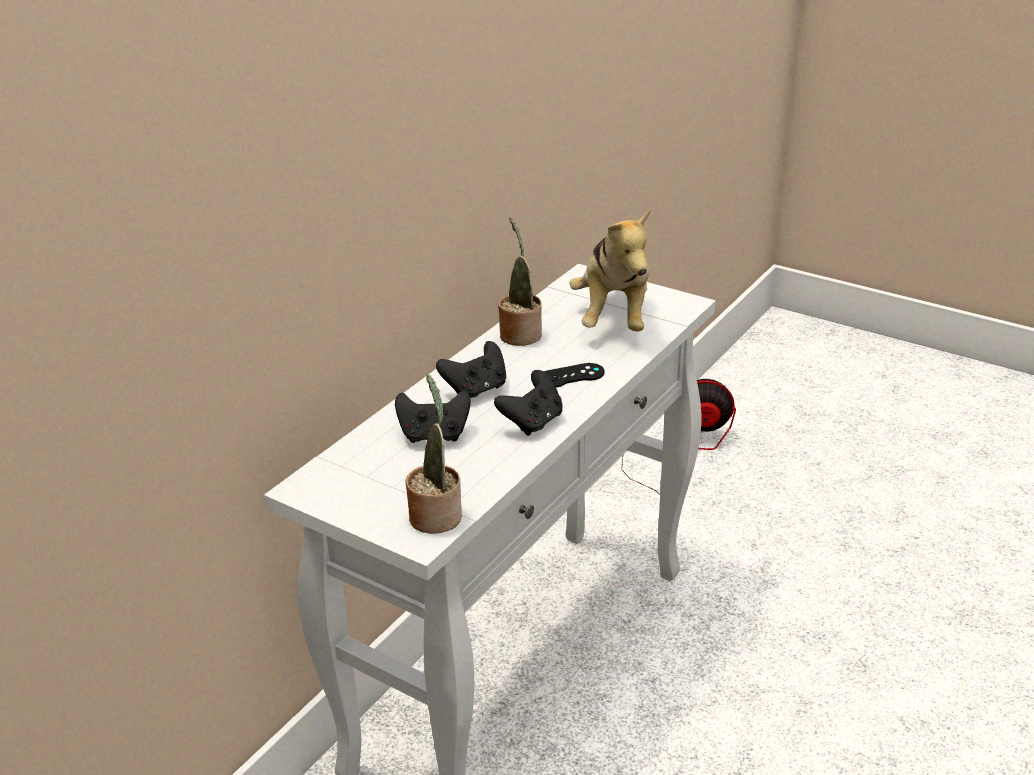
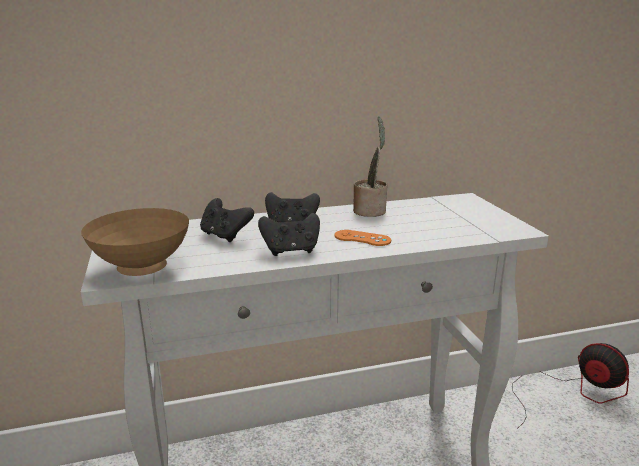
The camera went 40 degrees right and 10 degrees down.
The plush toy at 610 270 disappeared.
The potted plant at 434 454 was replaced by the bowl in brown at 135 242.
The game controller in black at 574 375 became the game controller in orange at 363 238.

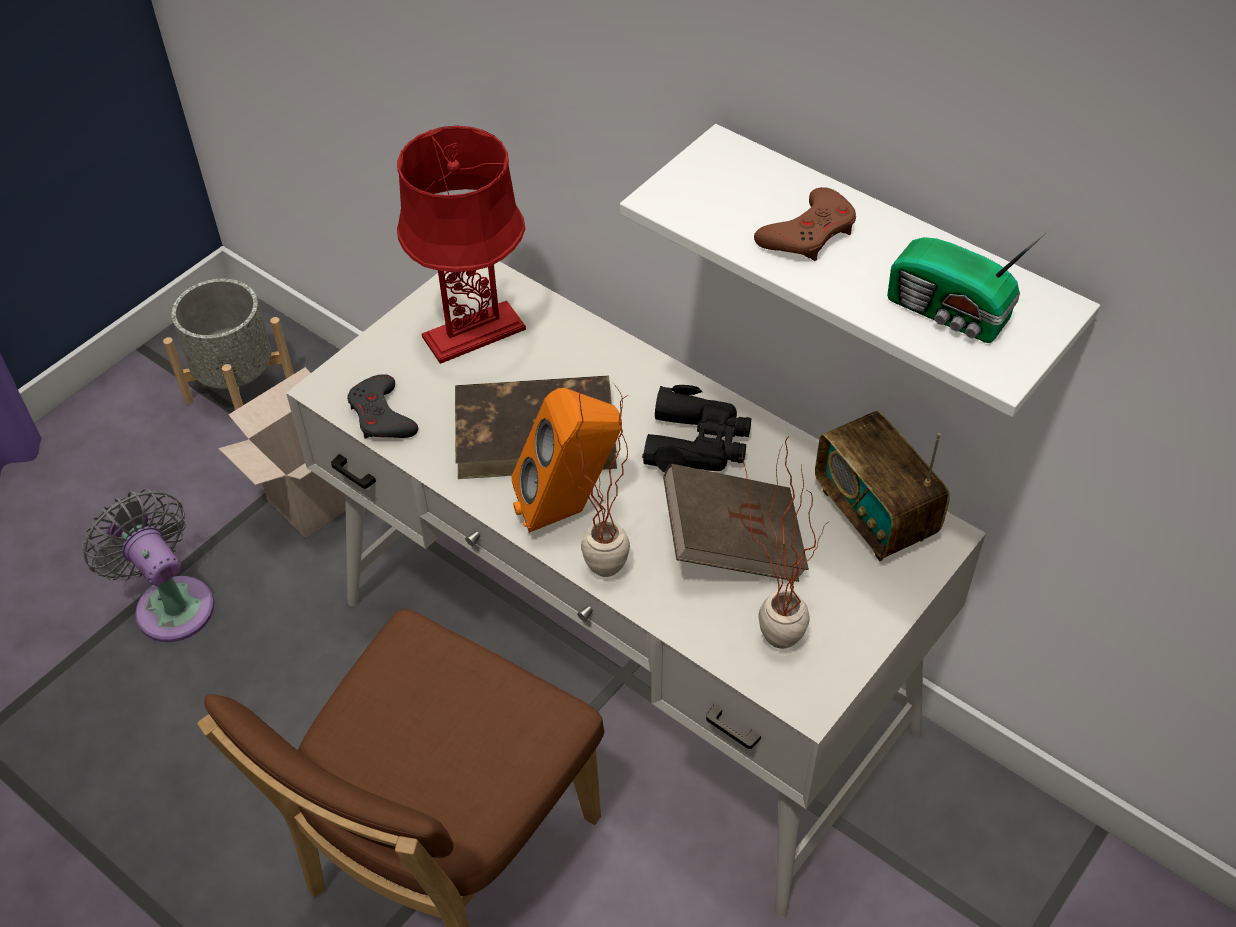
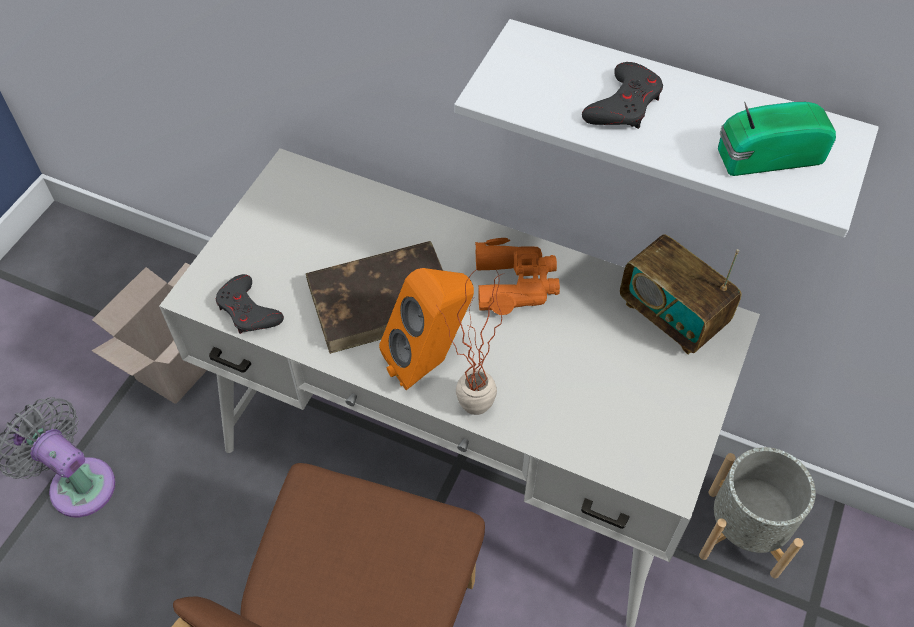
The camera went 15 degrees left and 5 degrees up.
The table lamp in red at 461 245 disappeared.
The book in brown at 736 523 disappeared.
The potted plant at 786 542 disappeared.
The planter in grey moved from 228 344 to 757 513.
The binoculars in black at 696 429 became the binoculars in orange at 517 276.
The game controller in brown at 805 224 became the game controller in grey at 622 95.
The radio at 966 287 turned 150 degrees clockwise.

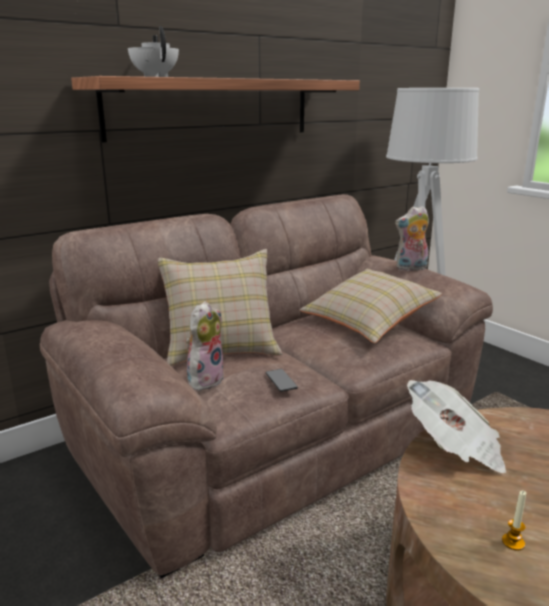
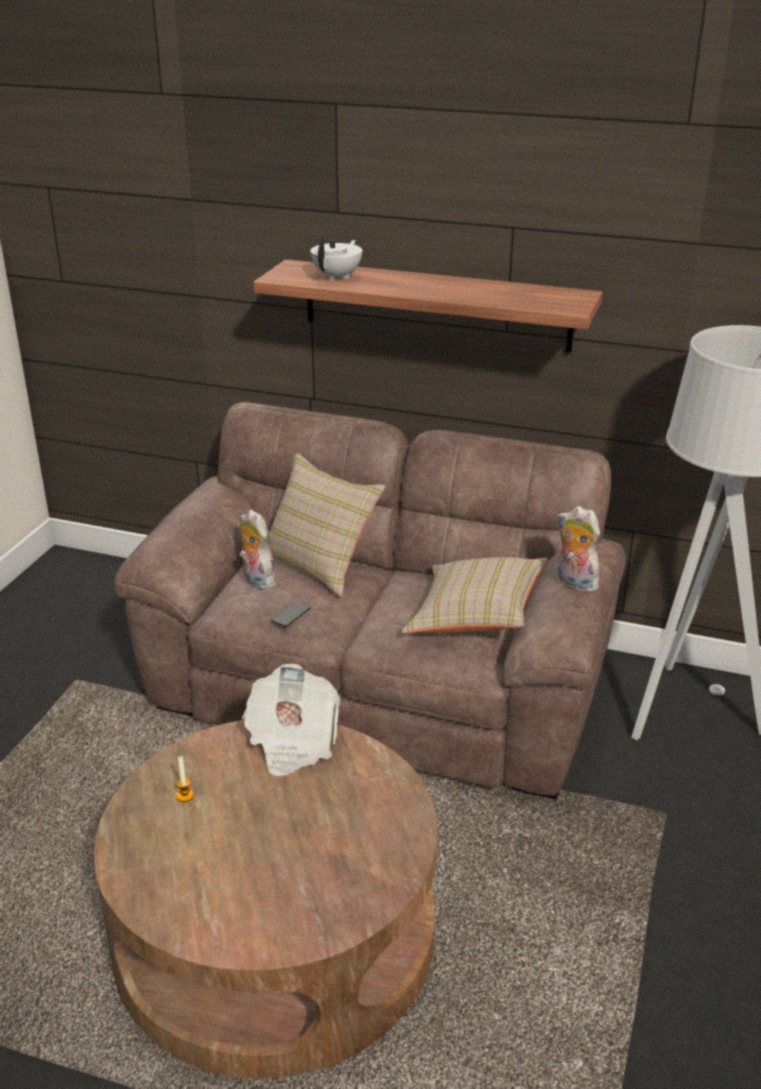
The camera went 55 degrees right and 10 degrees up.
The plush toy at 205 346 turned 120 degrees counterclockwise.

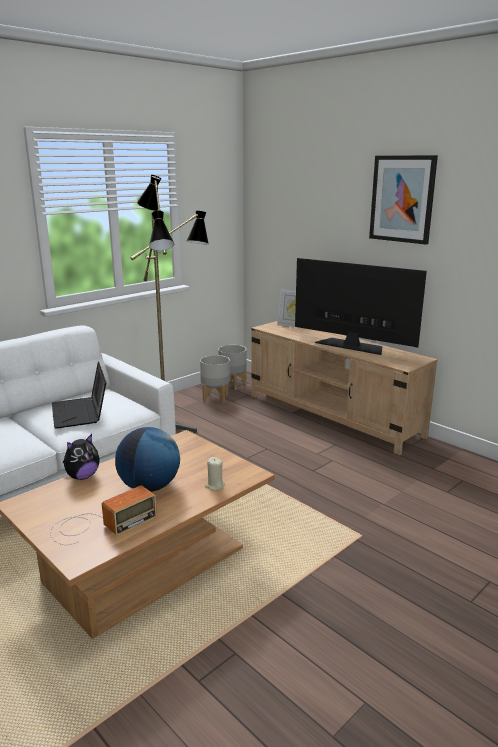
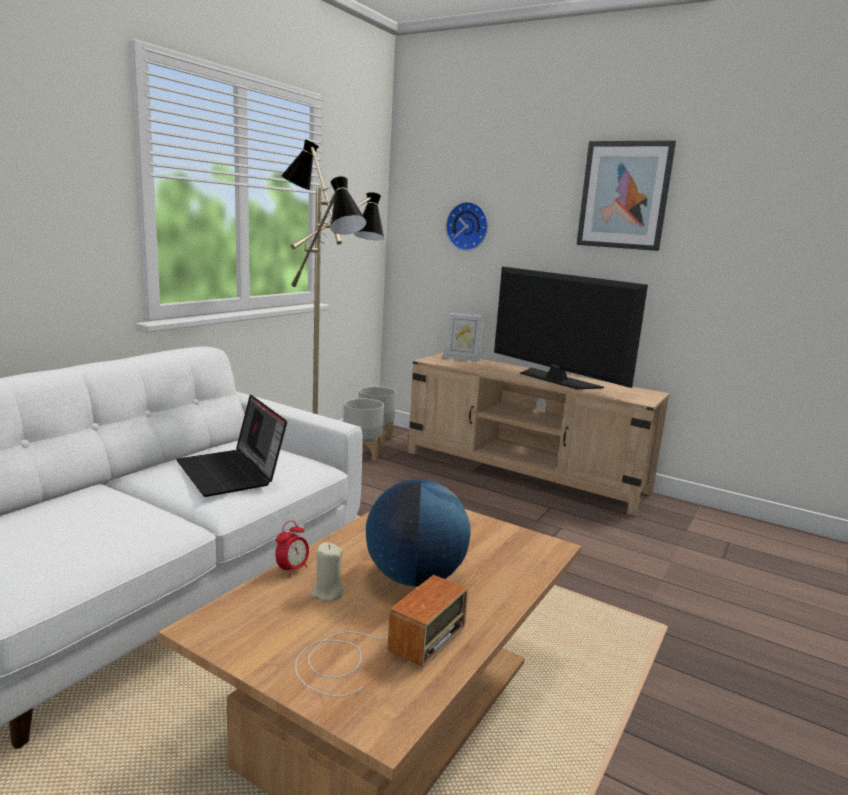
The camera went 15 degrees left and 5 degrees down.
The wall clock at 467 226 appeared.
The candle in beige moved from 215 473 to 327 571.
The plush toy at 81 457 was replaced by the alarm clock at 292 548.
The television at 361 306 turned 150 degrees counterclockwise.

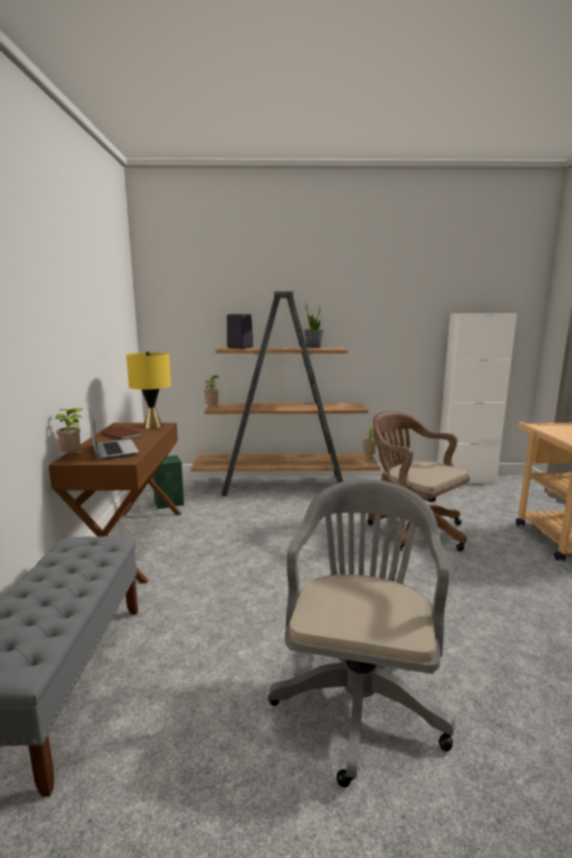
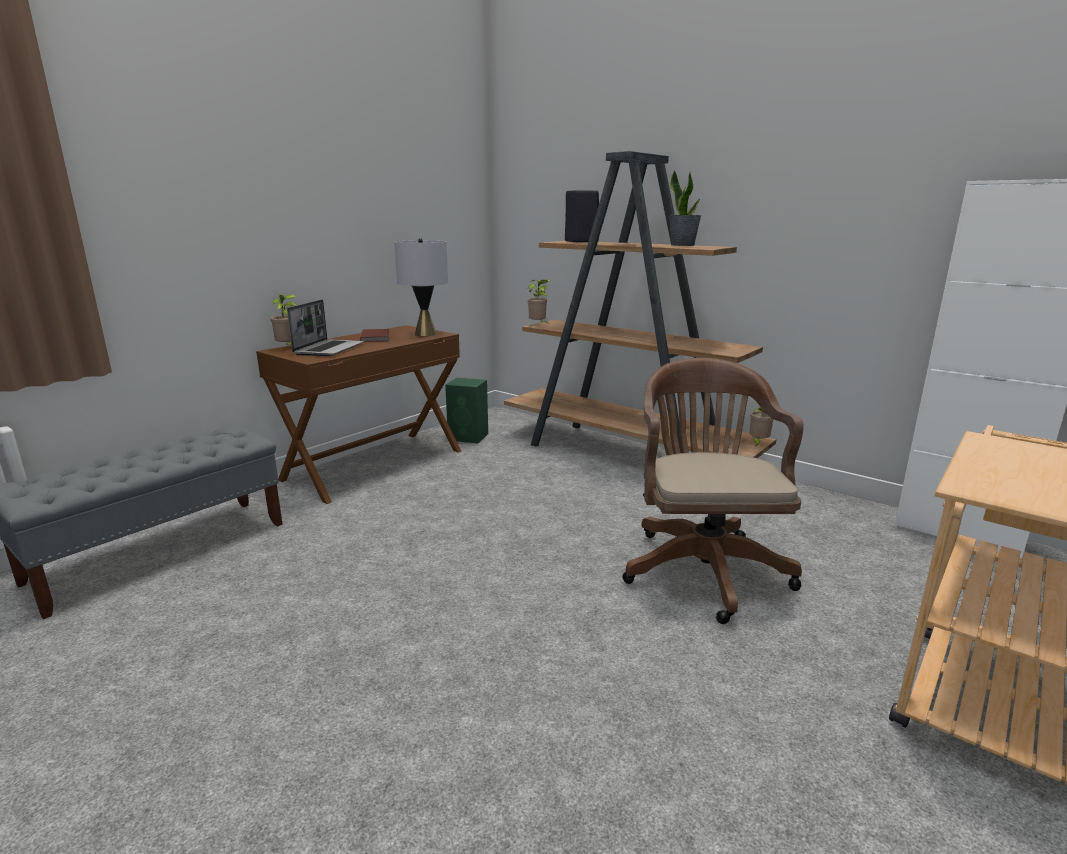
The camera went 40 degrees right and 5 degrees up.
The office chair in grey at 361 633 disappeared.
The table lamp in yellow at 148 390 became the table lamp in grey at 421 287.

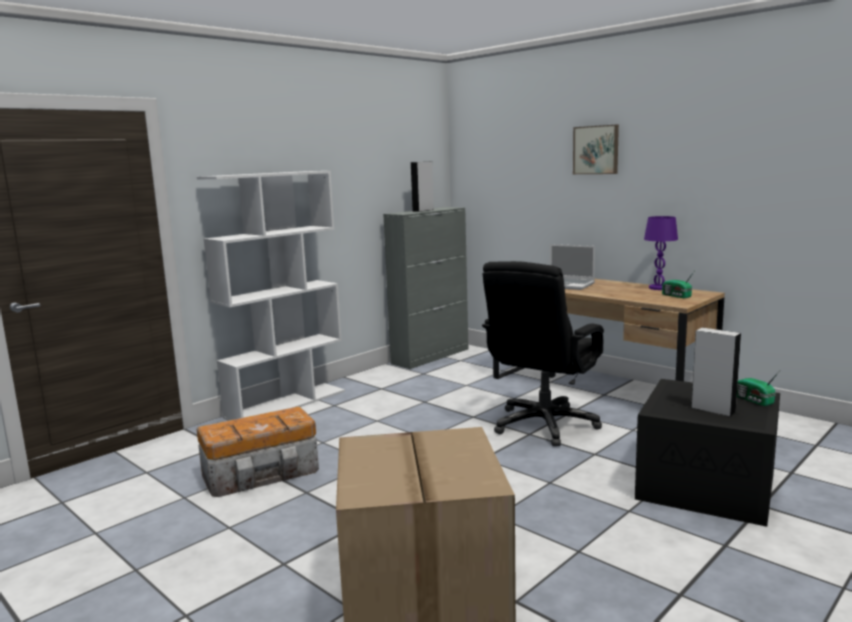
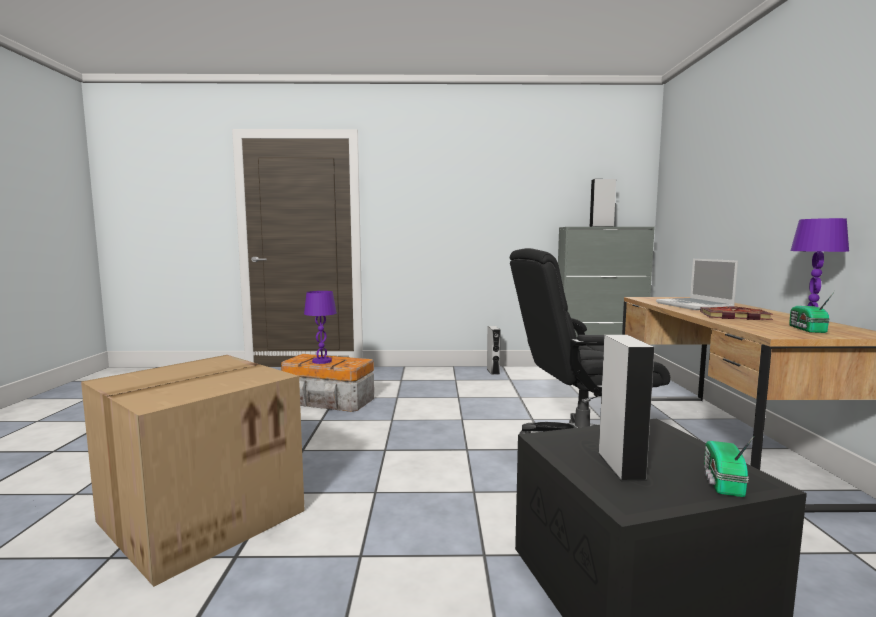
The camera went 45 degrees right and 5 degrees down.
The bookcase in white at 271 296 disappeared.
The picture at 596 149 disappeared.
The table lamp in purple at 320 327 appeared.
The speaker in grey at 494 350 appeared.
The book at 736 313 appeared.

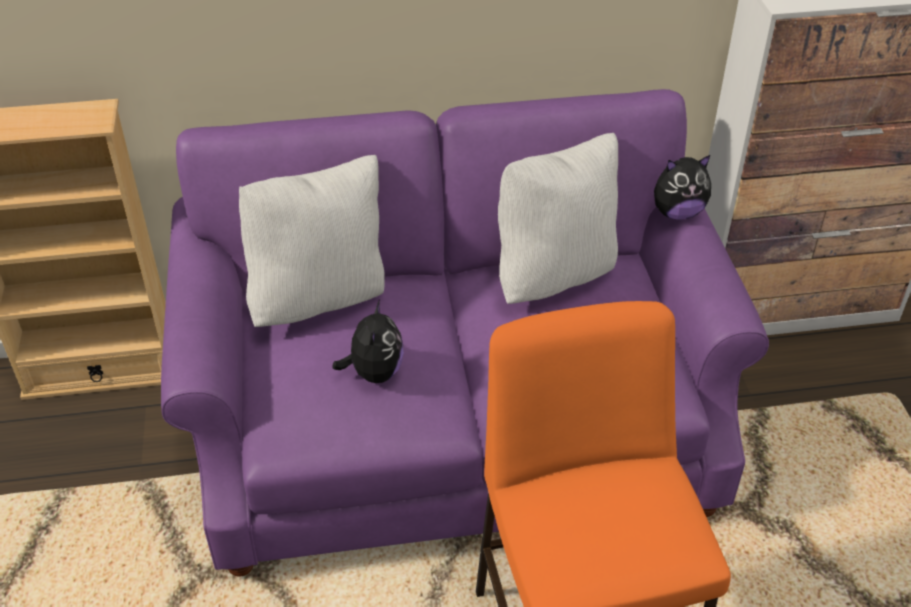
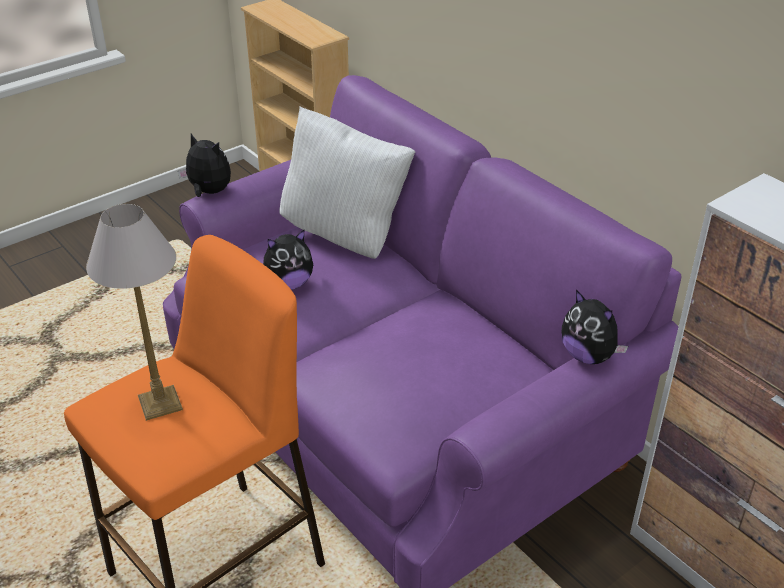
The camera went 60 degrees right and 5 degrees down.
The pillow in white at 558 218 disappeared.
The table lamp at 134 312 appeared.
The plush toy at 204 165 appeared.

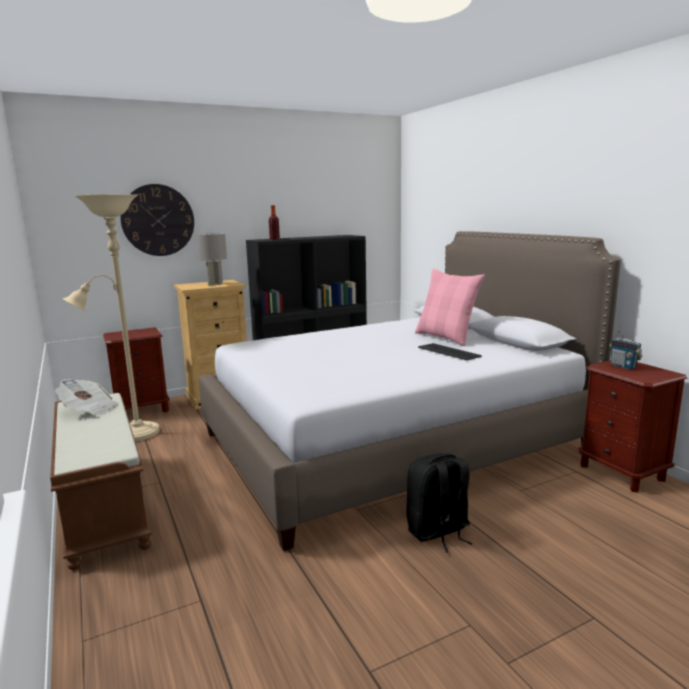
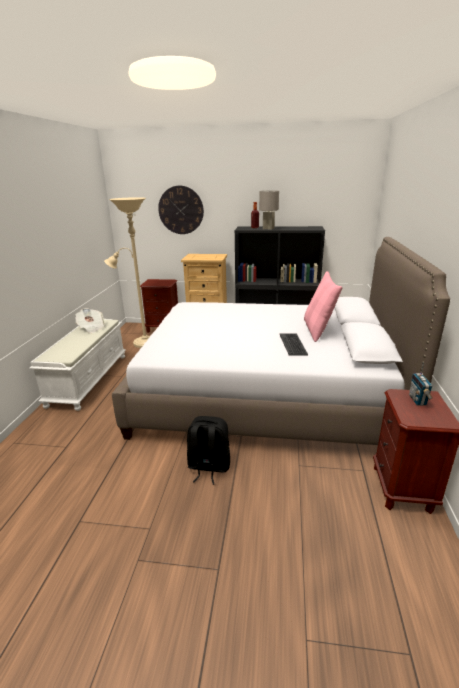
The camera went 35 degrees right and 10 degrees up.
The table lamp in grey moved from 212 259 to 269 210.
The bench in brown at 101 481 became the bench in white at 77 365.

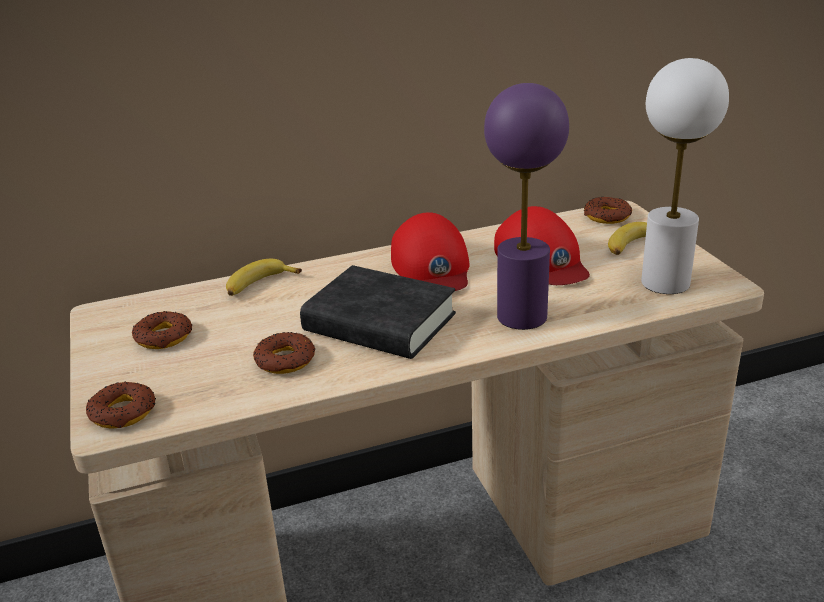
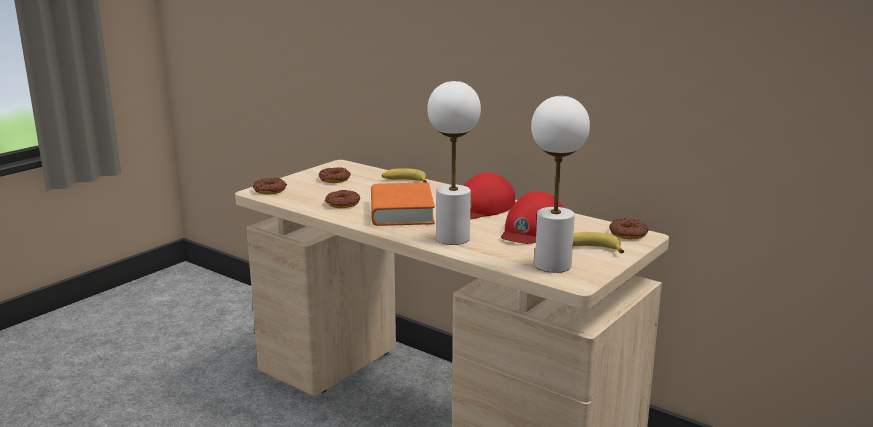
The camera went 55 degrees right and 10 degrees down.
The book in black at 378 312 became the book in orange at 403 204.
The table lamp in purple at 526 206 became the table lamp in white at 454 163.

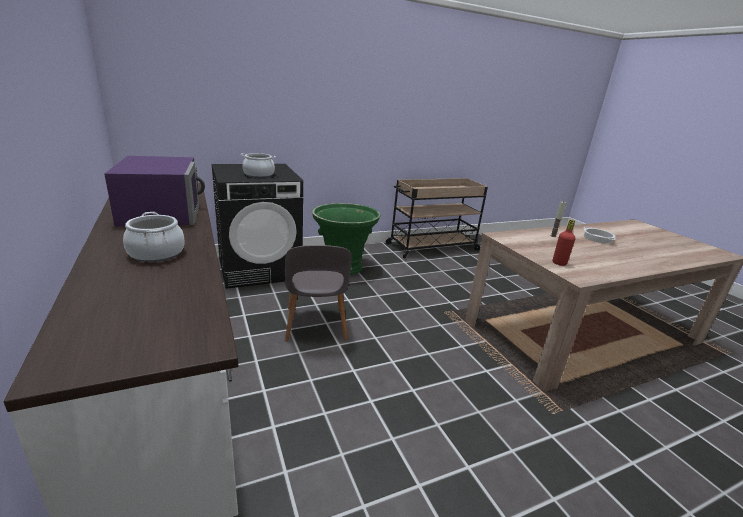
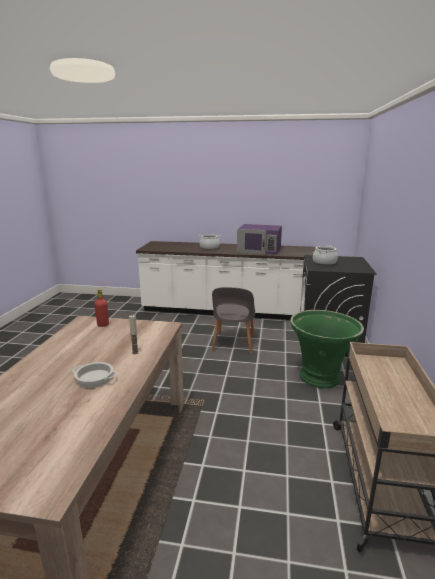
The camera went 125 degrees right and 5 degrees down.
The chair in grey at 318 293 turned 105 degrees counterclockwise.

